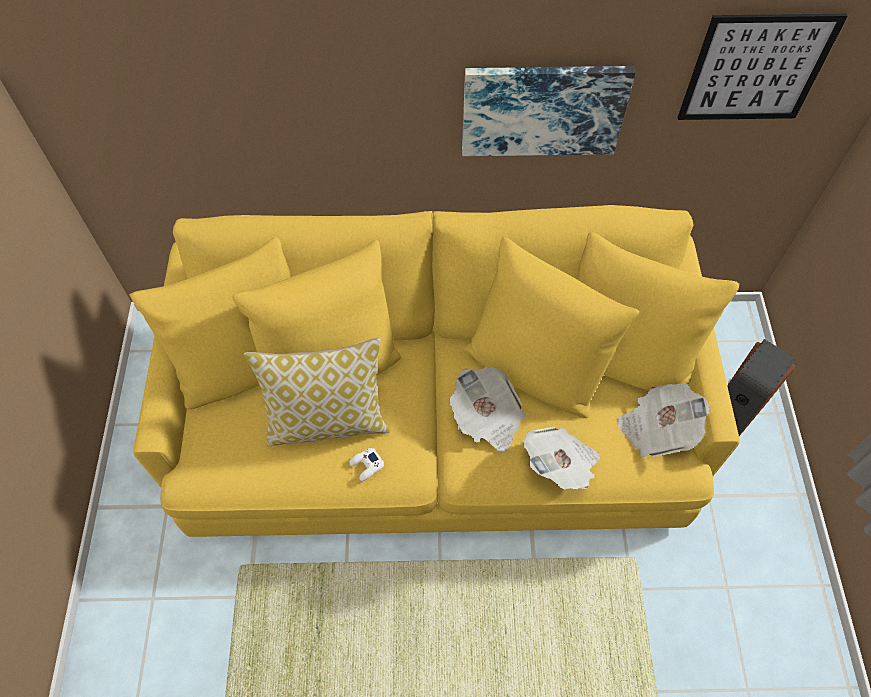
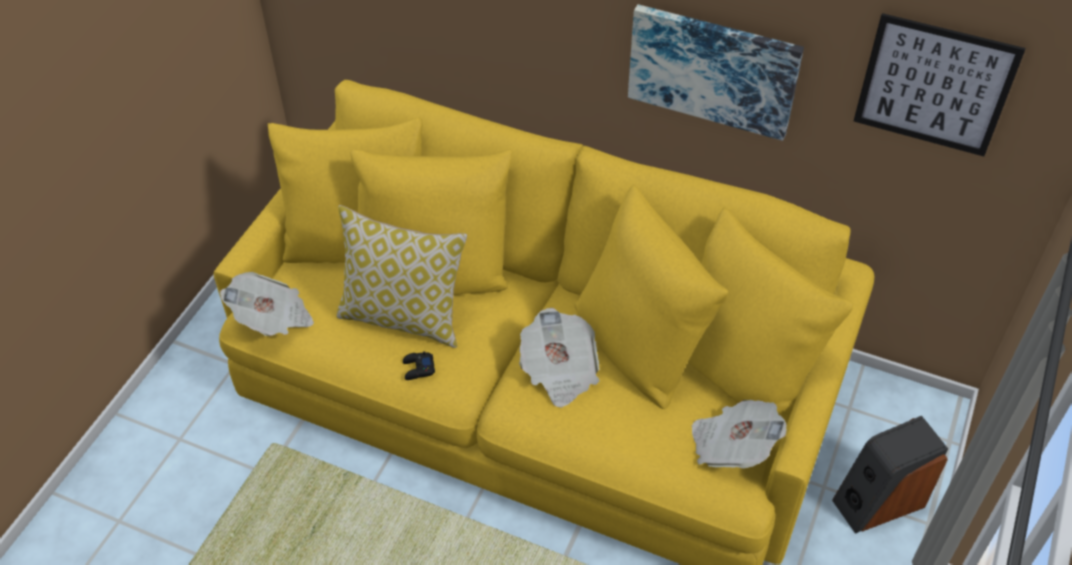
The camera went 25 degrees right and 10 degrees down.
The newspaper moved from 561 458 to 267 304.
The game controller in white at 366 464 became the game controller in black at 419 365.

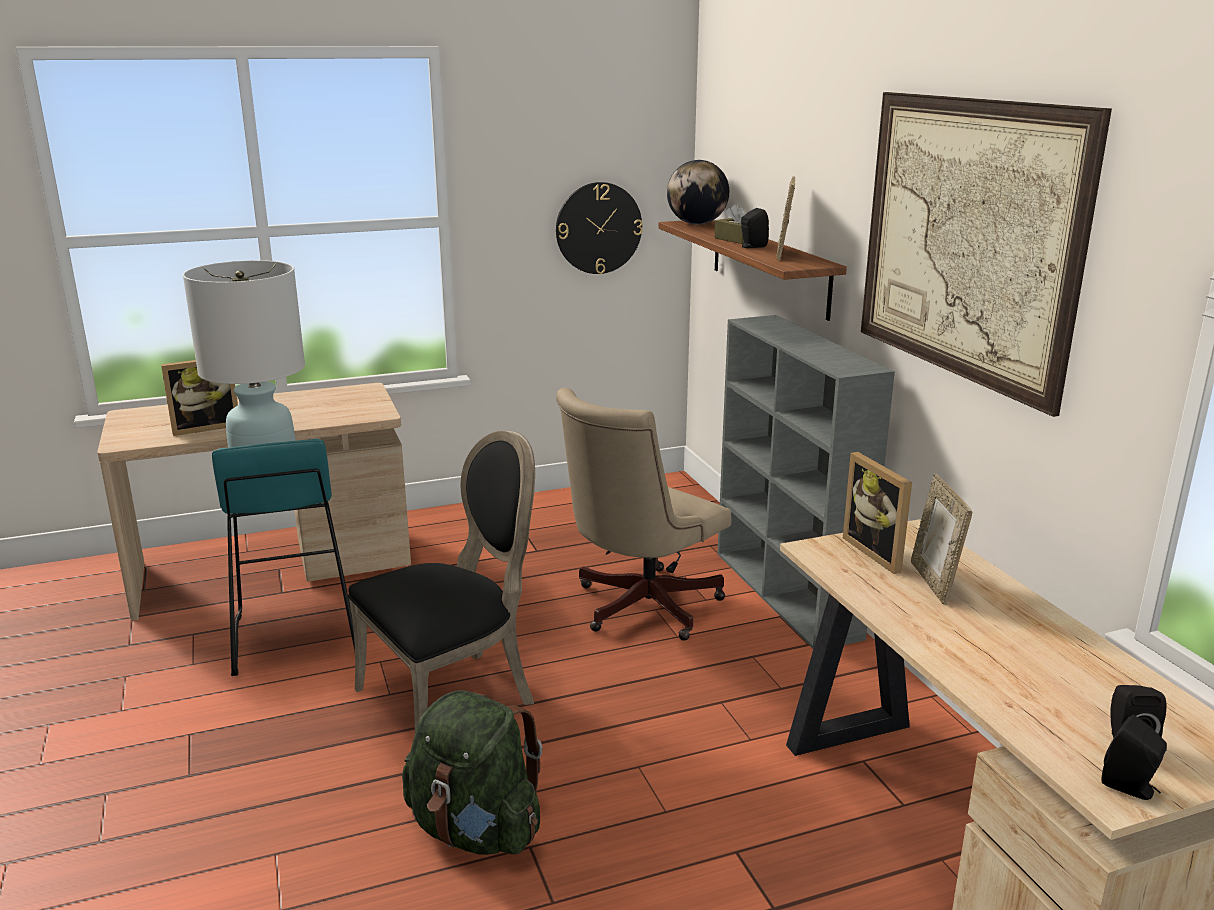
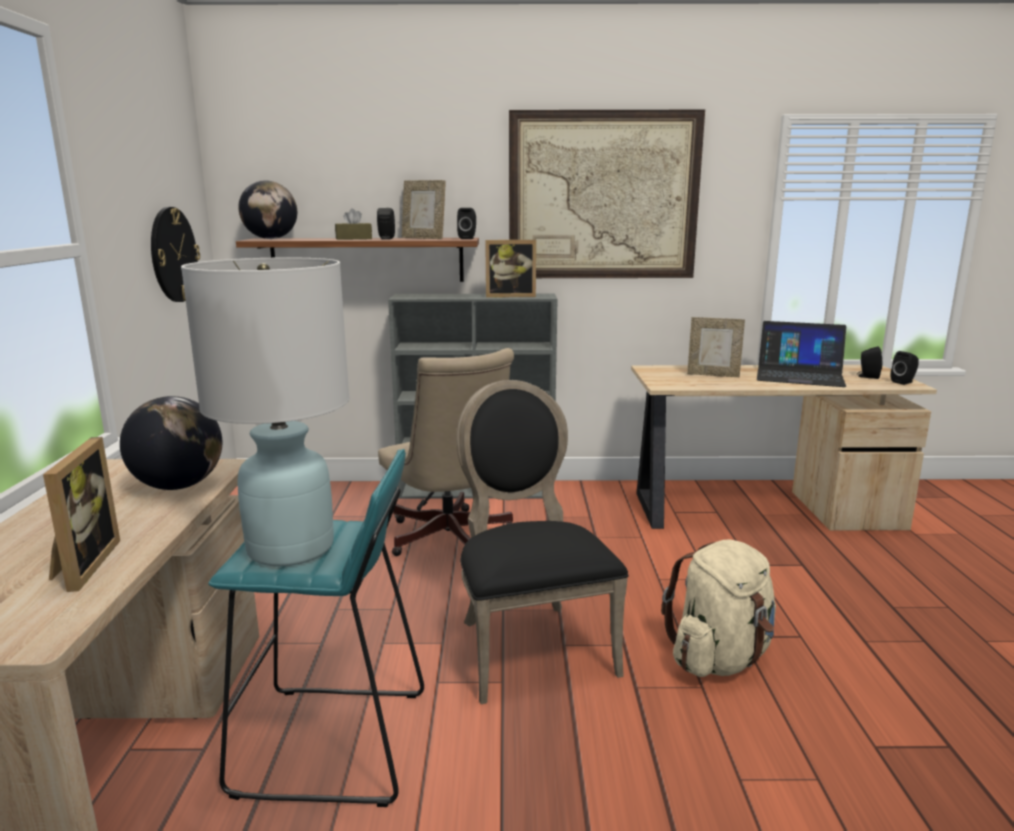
The camera went 70 degrees left and 5 degrees down.
The globe at 171 443 appeared.
The speaker in black at 466 223 appeared.
The laptop at 801 354 appeared.
The picture frame moved from 877 513 to 510 269.
The backpack in green at 472 772 became the backpack in beige at 718 608.

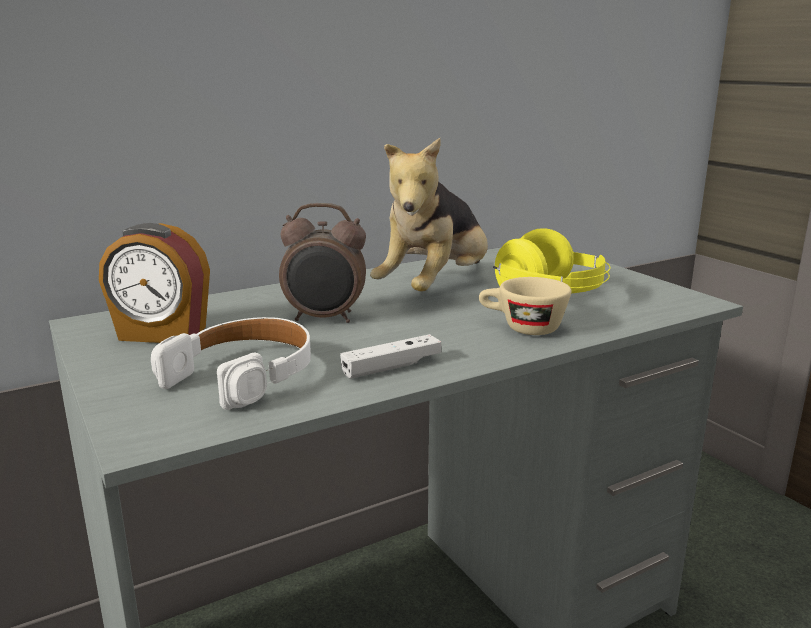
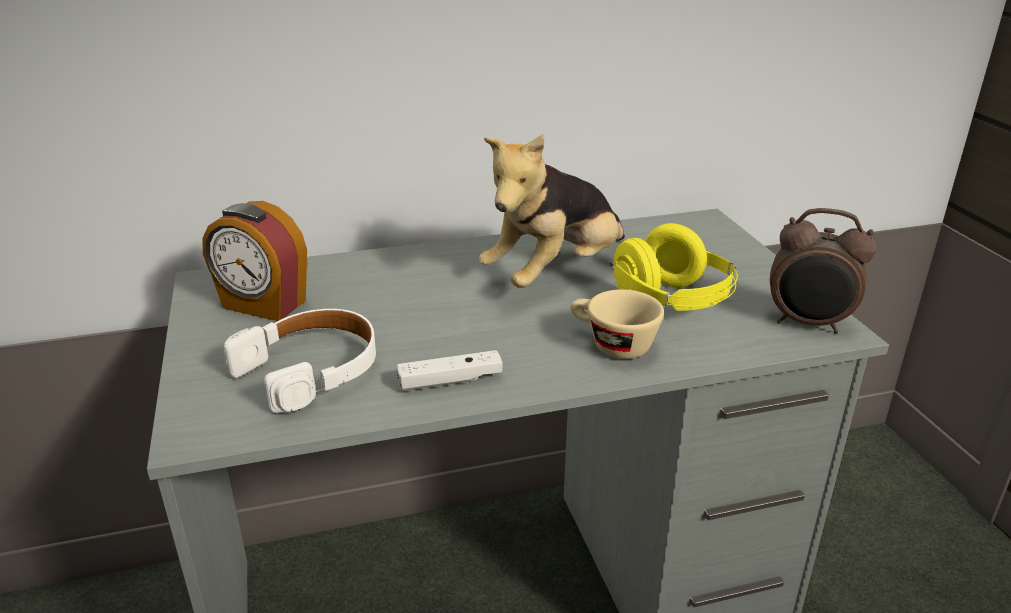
The camera went 15 degrees right and 10 degrees up.
The alarm clock moved from 322 263 to 823 270.

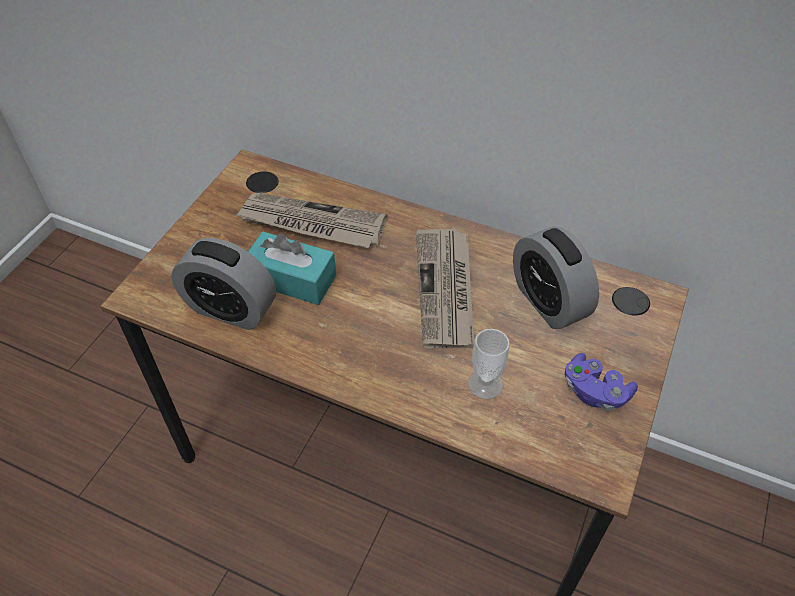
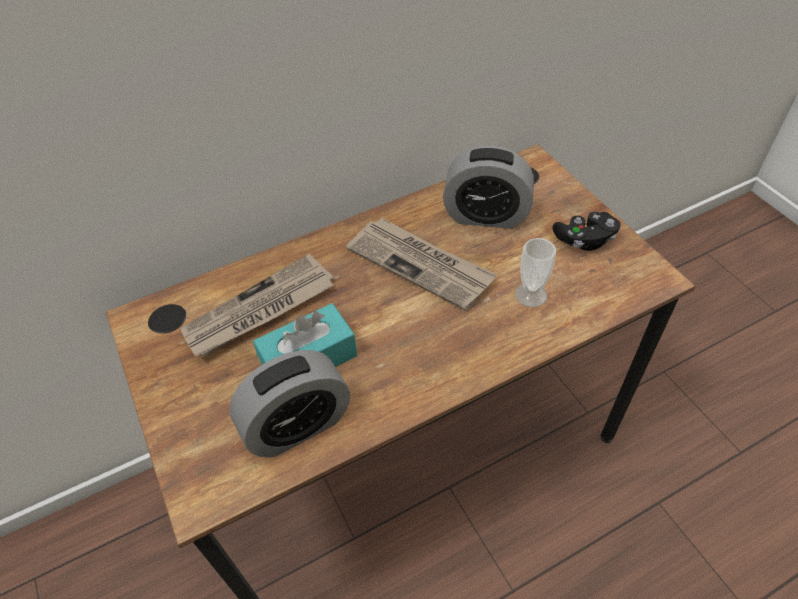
The camera went 50 degrees left and 0 degrees up.
The game controller in purple at 601 382 became the game controller in black at 587 231.

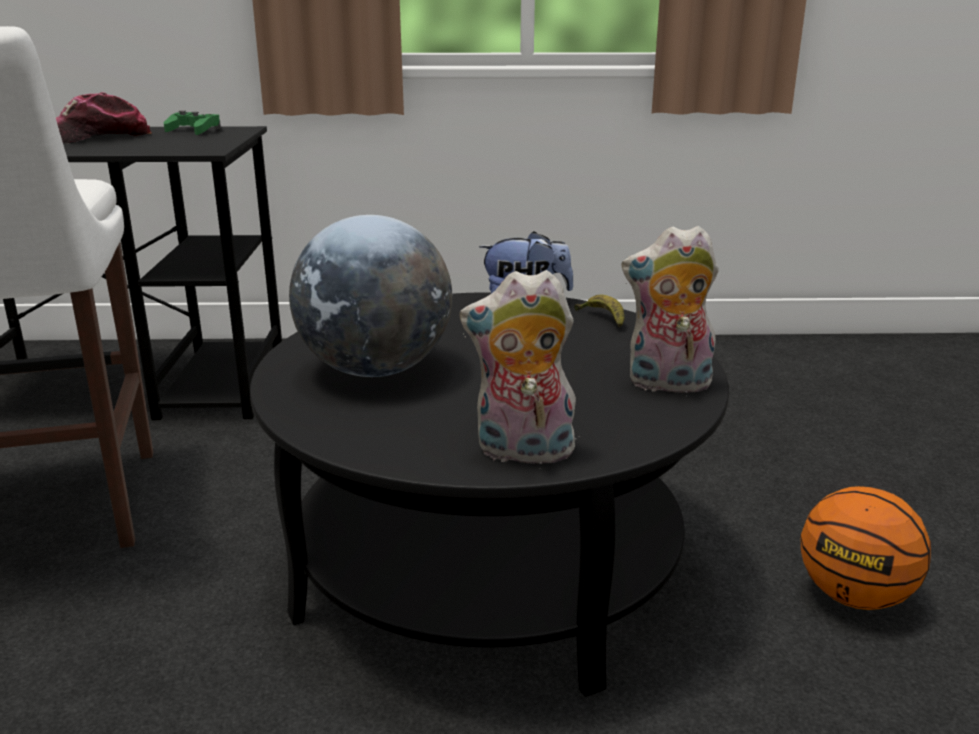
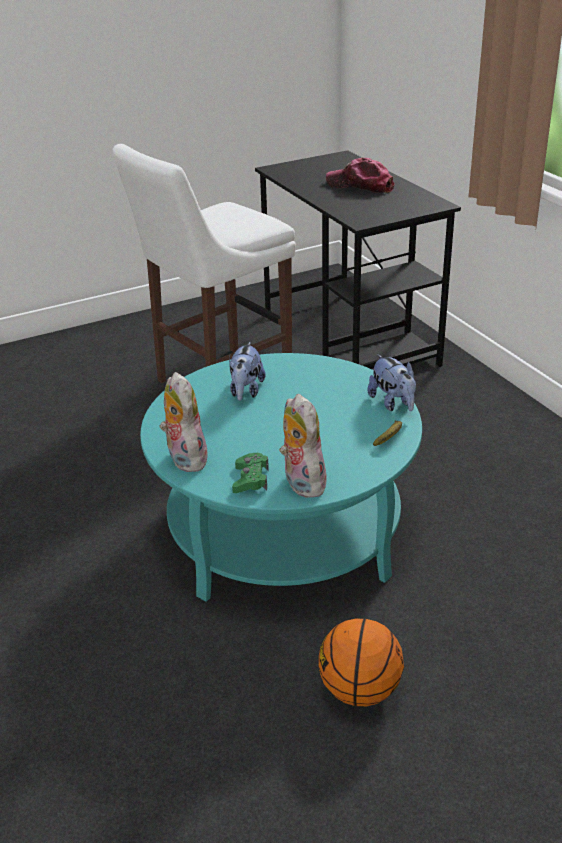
The camera went 65 degrees right and 10 degrees up.
The game controller in green moved from 192 122 to 250 473.
The globe at 370 296 was replaced by the plush toy at 247 371.
The coffee table in black at 489 494 became the coffee table in turquoise at 281 477.

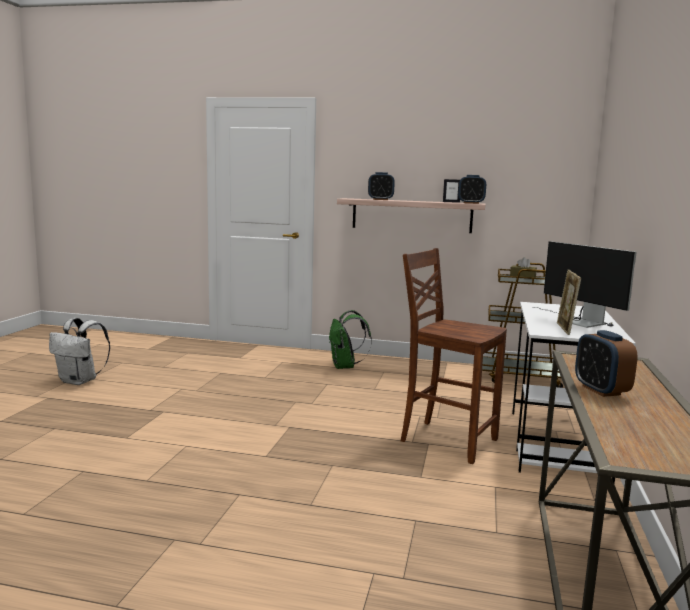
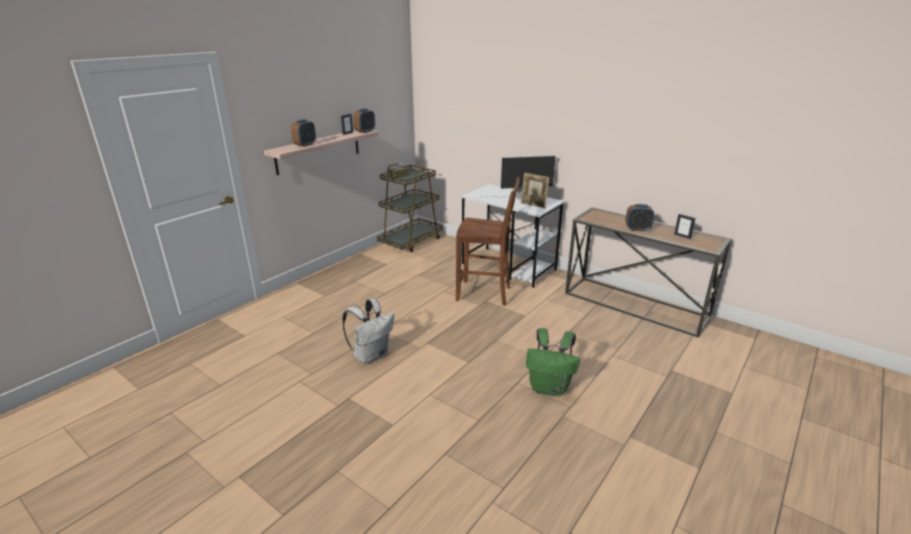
The camera went 65 degrees left and 15 degrees up.
The picture frame at 684 226 appeared.
The backpack in white moved from 79 351 to 368 331.
The backpack in green moved from 350 339 to 553 362.
The chair in brown at 454 356 turned 135 degrees counterclockwise.

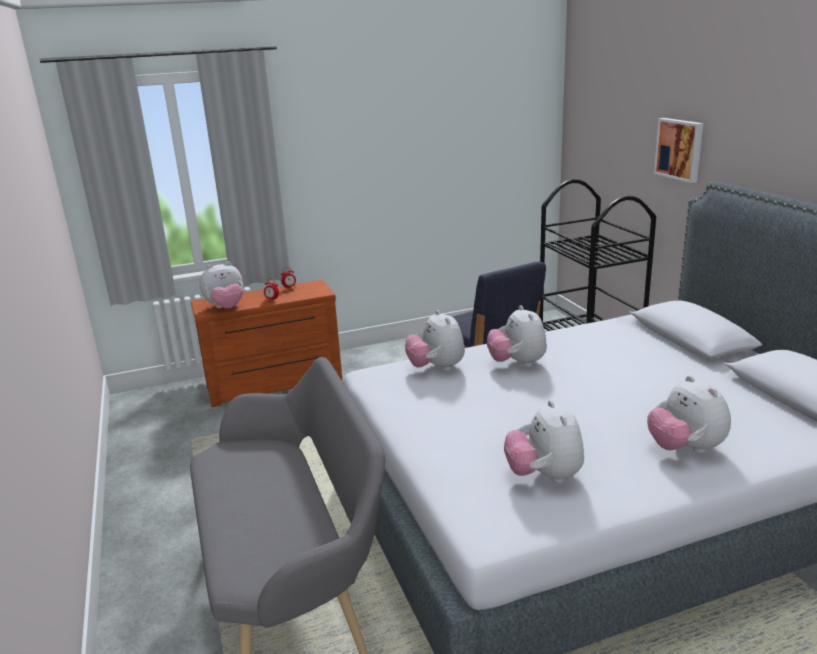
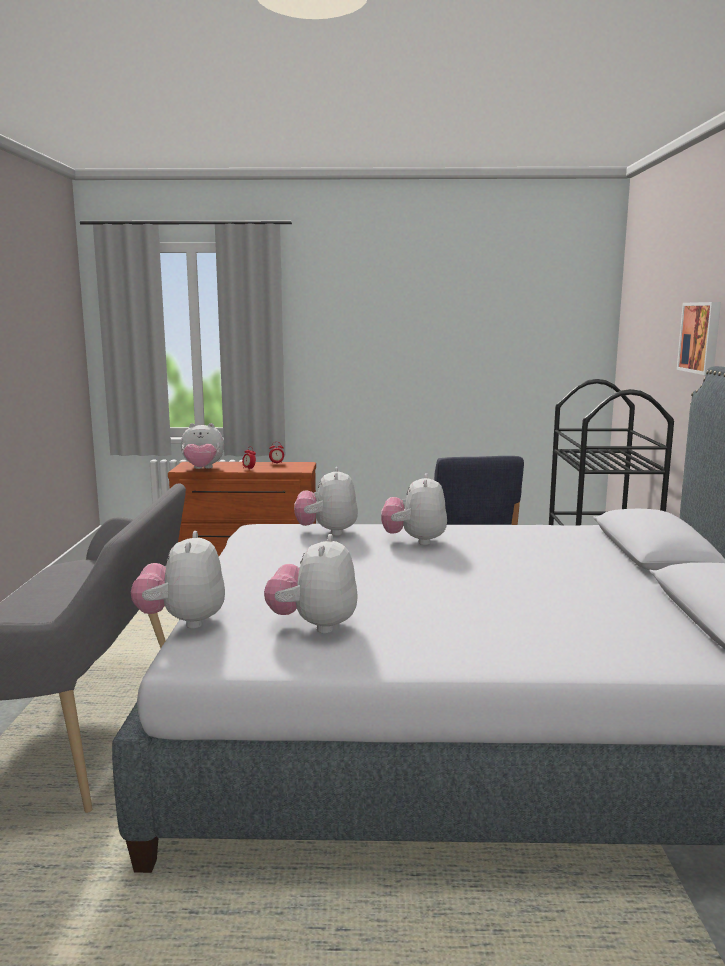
The camera went 20 degrees right and 10 degrees down.
The plush toy moved from 689 414 to 178 580.

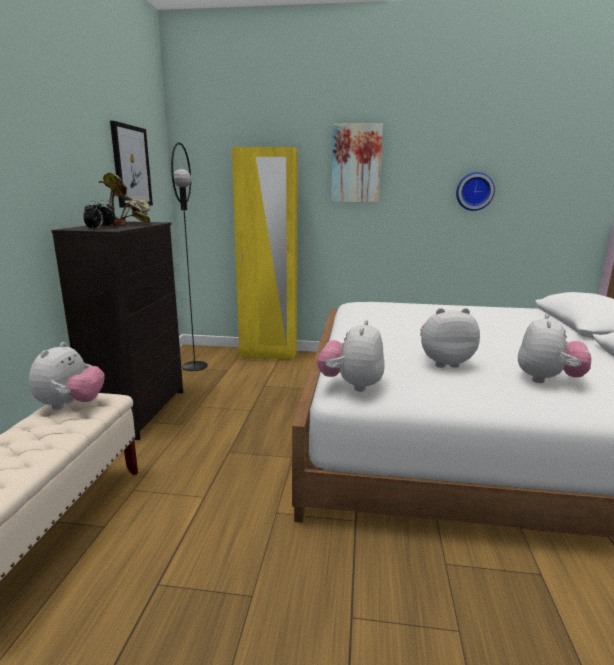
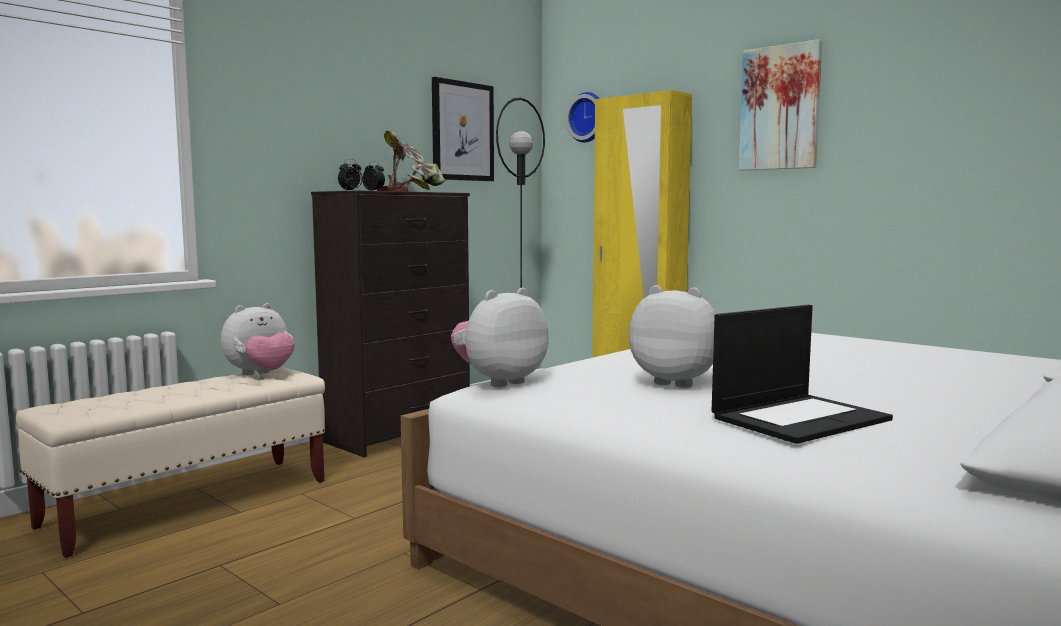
The camera went 35 degrees right and 10 degrees down.
The wall clock moved from 475 191 to 583 117.
The plush toy at 555 348 was replaced by the laptop at 802 374.

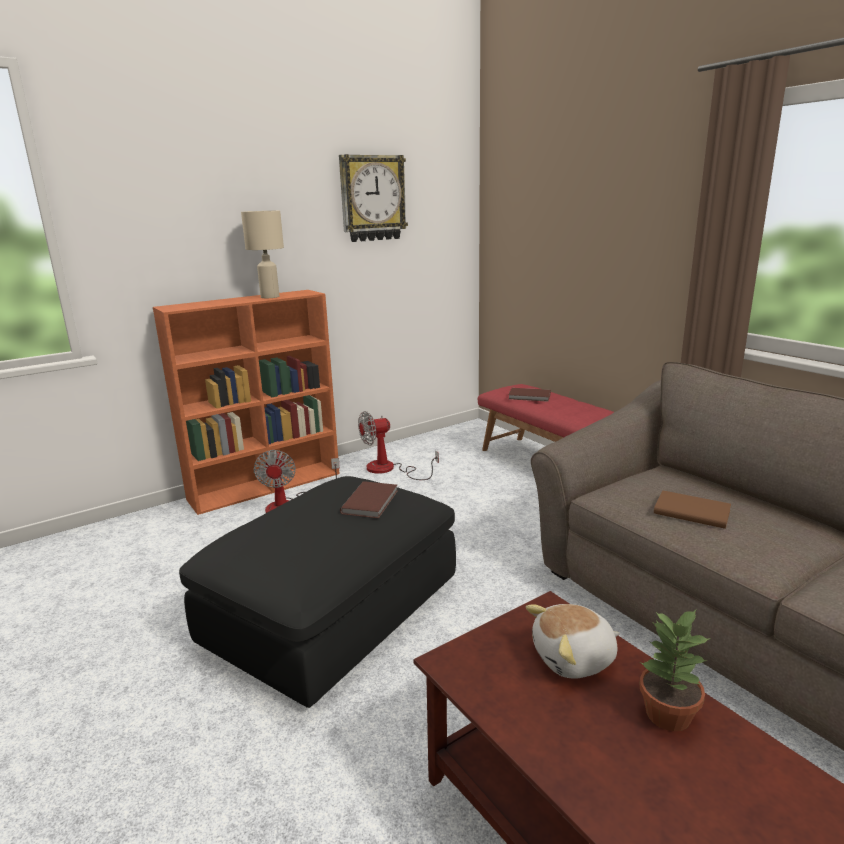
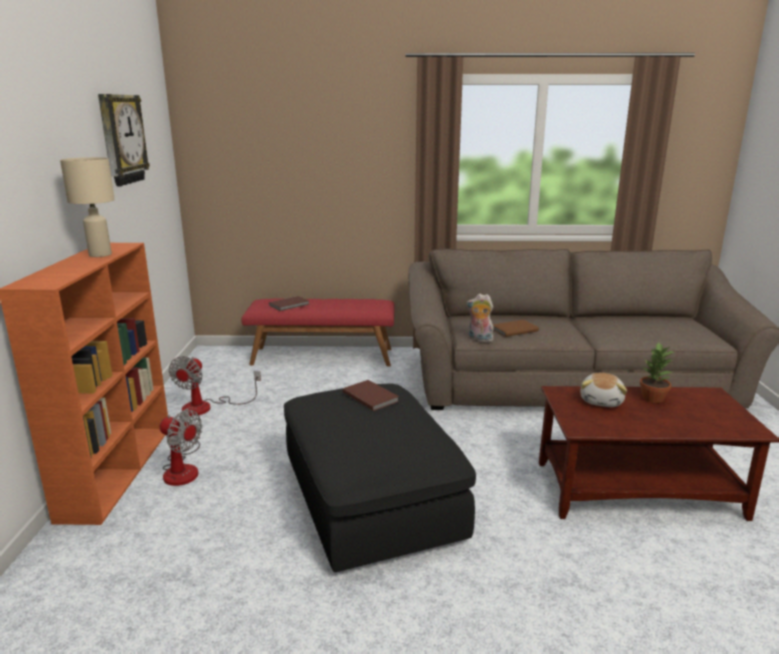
The camera went 55 degrees left and 0 degrees up.
The plush toy at 480 318 appeared.

